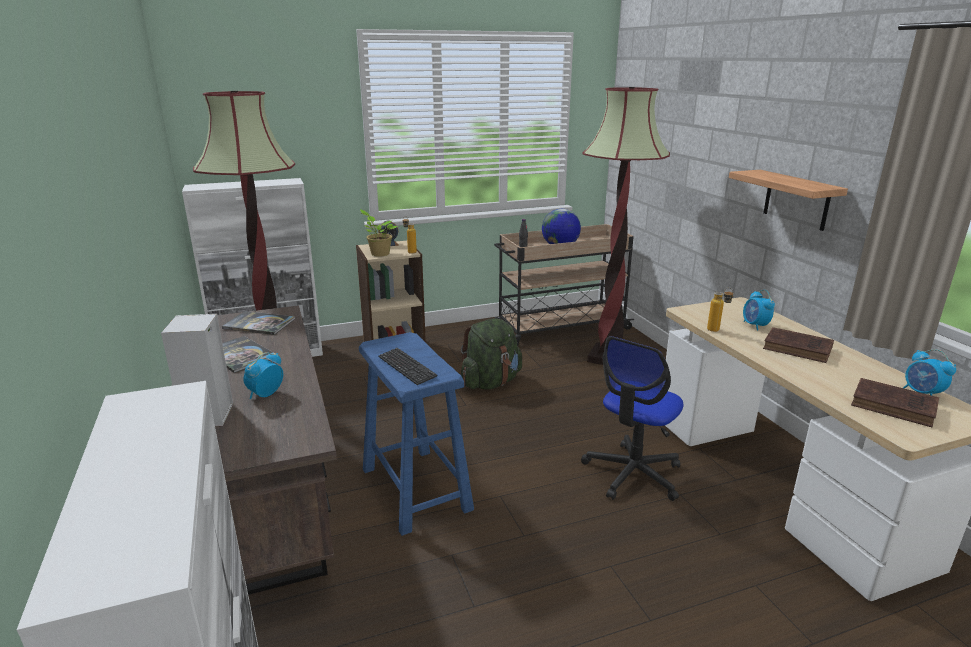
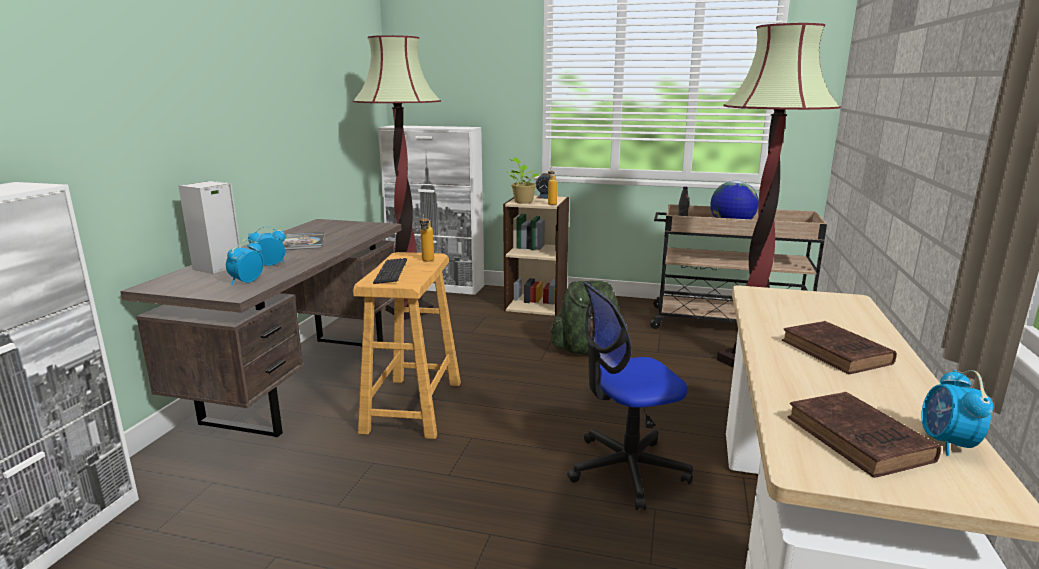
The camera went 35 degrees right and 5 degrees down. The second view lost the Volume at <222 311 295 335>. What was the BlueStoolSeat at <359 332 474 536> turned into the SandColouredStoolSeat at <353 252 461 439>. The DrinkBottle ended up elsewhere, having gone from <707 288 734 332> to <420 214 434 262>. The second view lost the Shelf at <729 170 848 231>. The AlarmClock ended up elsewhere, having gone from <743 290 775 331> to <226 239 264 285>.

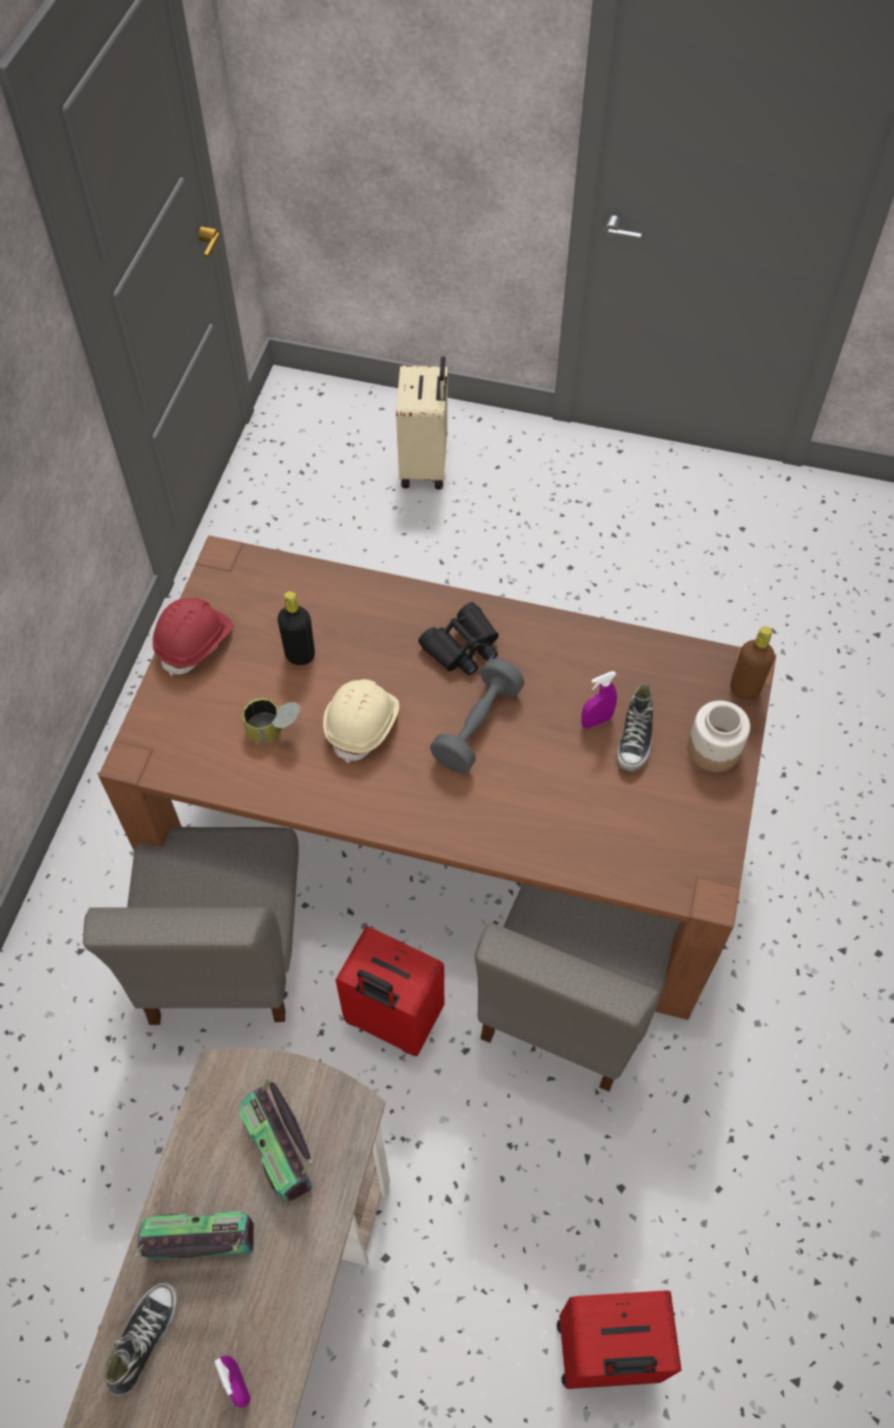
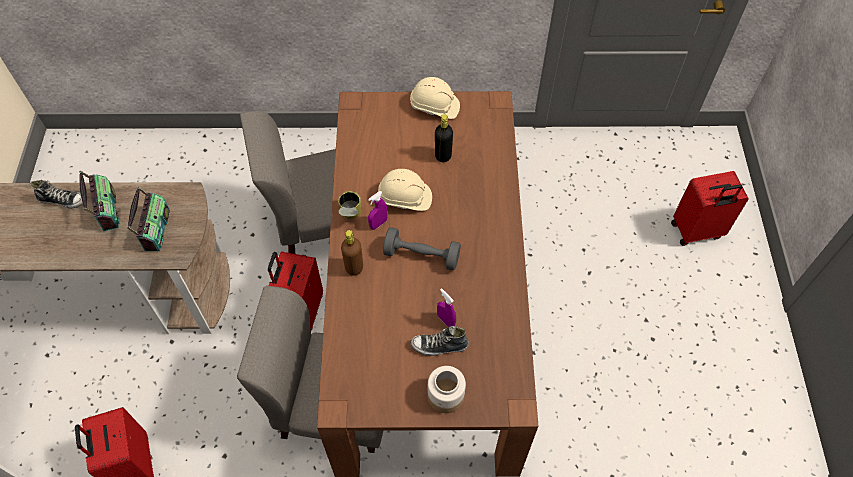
The camera went 75 degrees right and 0 degrees up. What was the RedHardHat at <152 598 233 676> turned into the SandColouredHardHat at <410 77 460 119>. The PurpleSprayer ended up elsewhere, having gone from <215 1355 251 1408> to <368 191 388 230>. The RadioReceiver at <239 1077 313 1203> ended up facing another way, 135 degrees clockwise from before. The SealedCan ended up elsewhere, having gone from <242 698 300 743> to <338 191 362 219>. What was the SandColouredSuitcase at <396 356 448 489> turned into the RedSuitcase at <671 171 749 246>. The second view lost the BlackishFieldGlasses at <418 602 499 675>. The BrownColouredDrinkBottle ended up elsewhere, having gone from <730 626 775 700> to <341 230 363 276>.

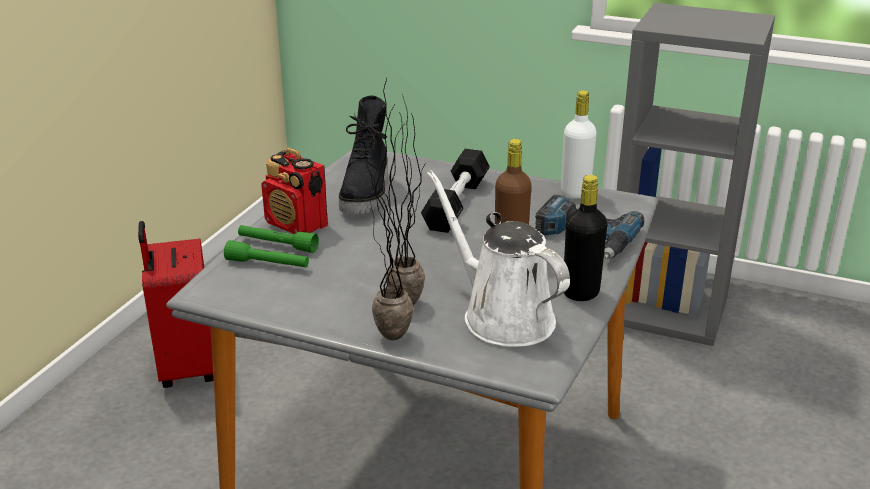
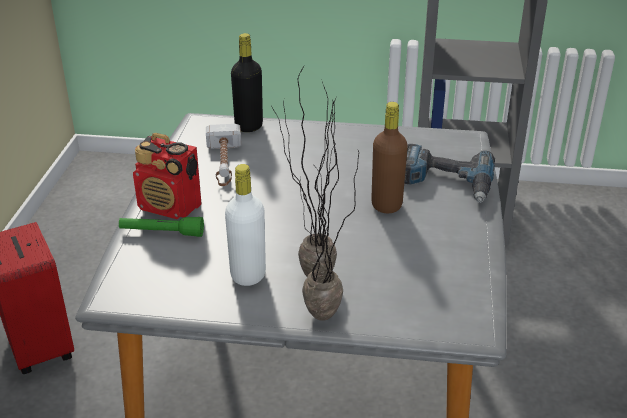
The camera went 15 degrees left and 5 degrees up. The second view lost the GreenTorch at <224 240 309 267>. Where the BlackishBoot stood at <339 95 388 214>, the Hammer came to stand at <206 124 241 186>. The second view lost the BlackishDumbbell at <421 149 490 233>. The second view lost the WhiteColouredWateringPot at <427 170 570 347>. The WhiteColouredDrinkBottle ended up elsewhere, having gone from <561 90 597 199> to <225 164 266 286>. The BlackishDrinkBottle ended up elsewhere, having gone from <564 175 607 301> to <231 33 263 132>.

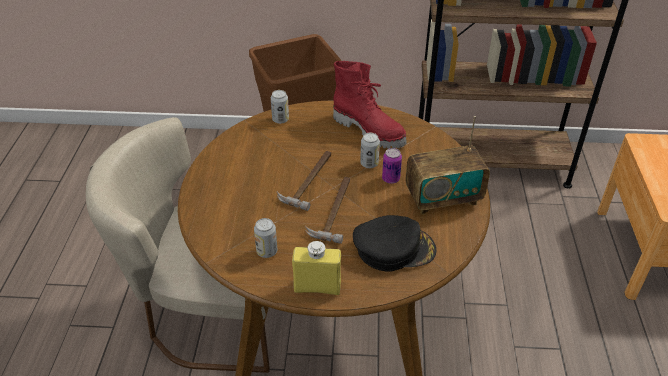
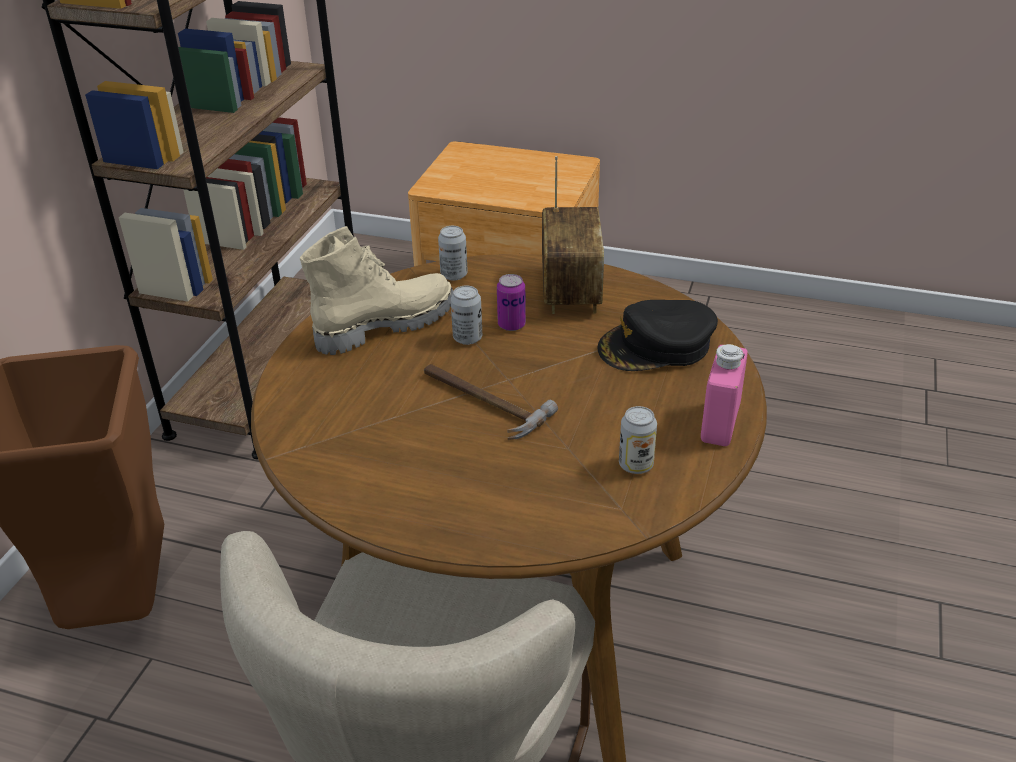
The camera went 75 degrees left and 5 degrees down. The SealedCan ended up elsewhere, having gone from <271 90 289 124> to <438 226 468 281>. What was the YellowColouredDrinkBottle at <292 241 341 295> turned into the PinkDrinkBottle at <701 344 748 446>. The second view lost the Hammer at <305 177 350 244>. What was the RedBoot at <333 61 407 149> turned into the SandColouredBoot at <300 226 453 355>. The BlackishPeakedCap at <353 215 436 272> ended up facing another way, 120 degrees counterclockwise from before.

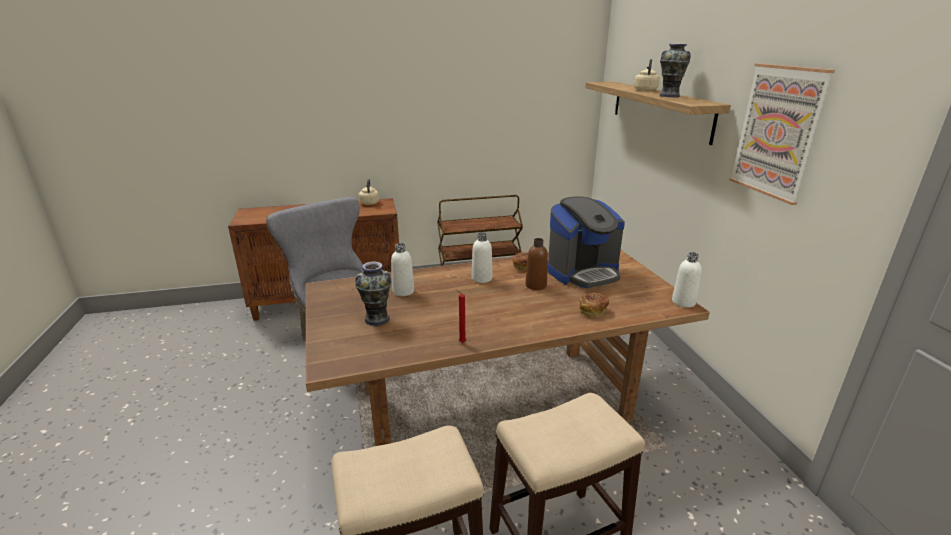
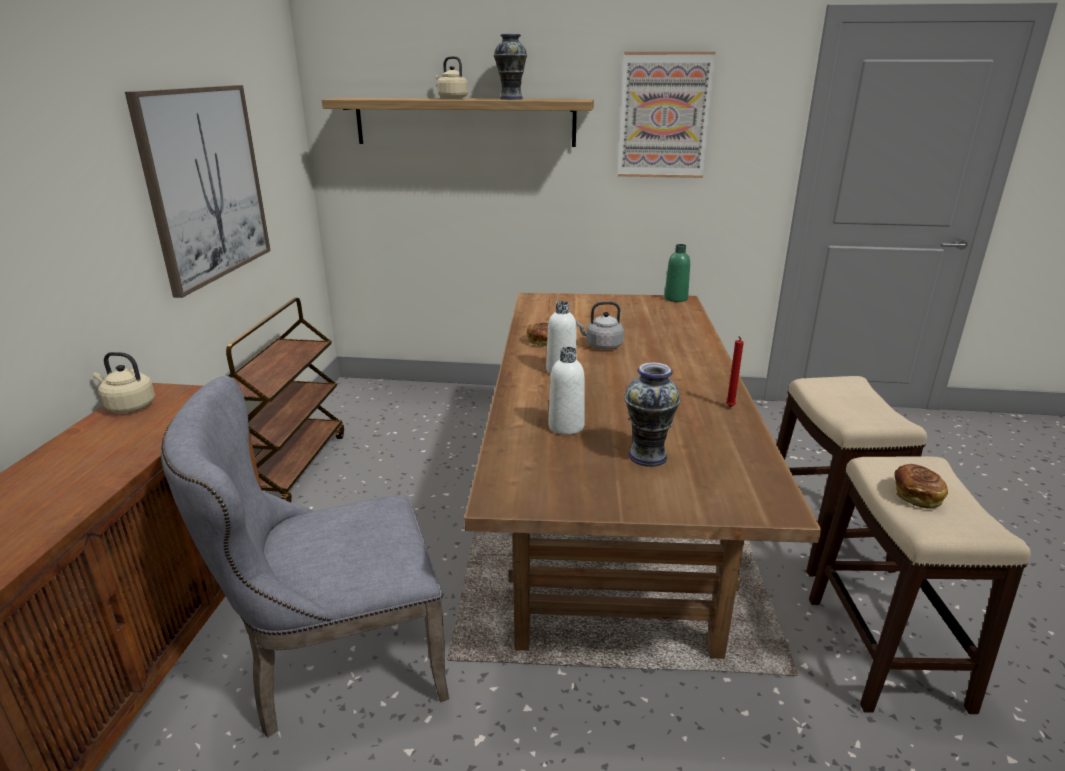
The camera went 70 degrees left and 0 degrees up. Where the BrownColouredDrinkBottle stood at <525 238 548 290>, the GreyishWaterKettle came to stand at <576 301 624 350>. The second view lost the CoffeeBrewer at <547 197 625 288>. The Bread ended up elsewhere, having gone from <580 293 609 317> to <894 464 948 509>. What was the WhiteColouredDrinkBottle at <672 252 702 308> turned into the GreenDrinkBottle at <664 244 690 302>. The second view gained the WallPicture at <125 85 271 298>.

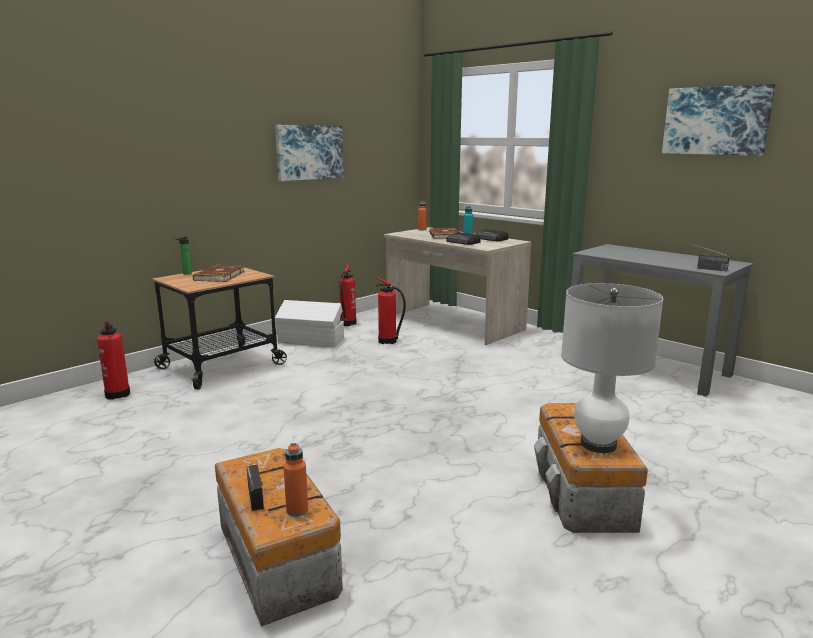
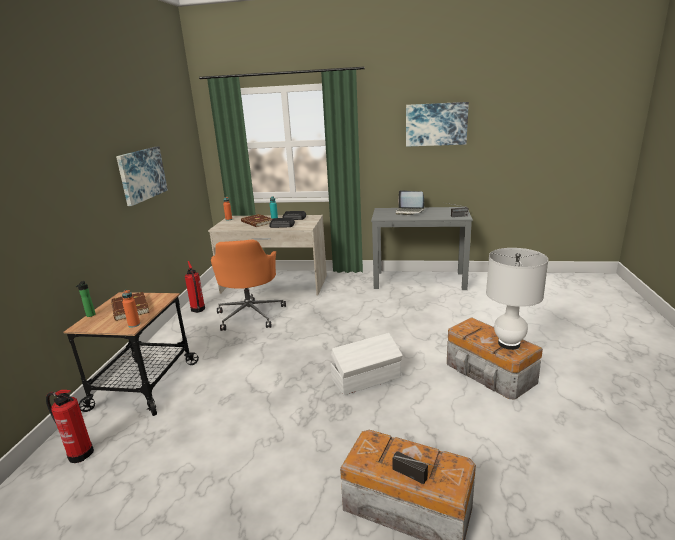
The camera went 35 degrees left and 5 degrees up. The WhiteColouredStorageBin ended up elsewhere, having gone from <275 300 344 347> to <331 333 403 395>. The OrangeColouredDrinkBottle ended up elsewhere, having gone from <283 443 308 517> to <122 290 140 328>. Where the FireFightingCylinder stood at <376 277 406 344>, the OrangeColouredOfficeChair came to stand at <211 239 286 331>. The second view gained the PortableComputer at <395 190 424 215>.

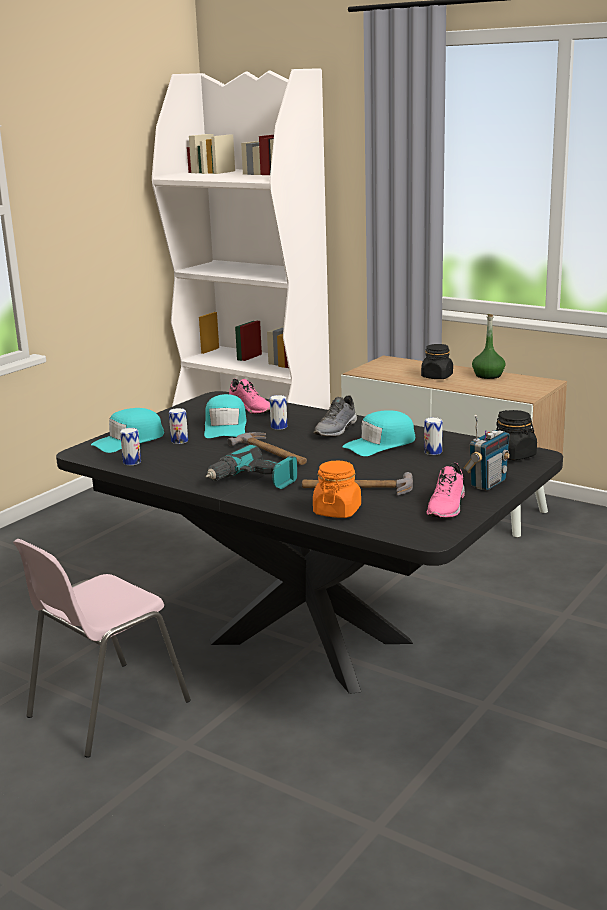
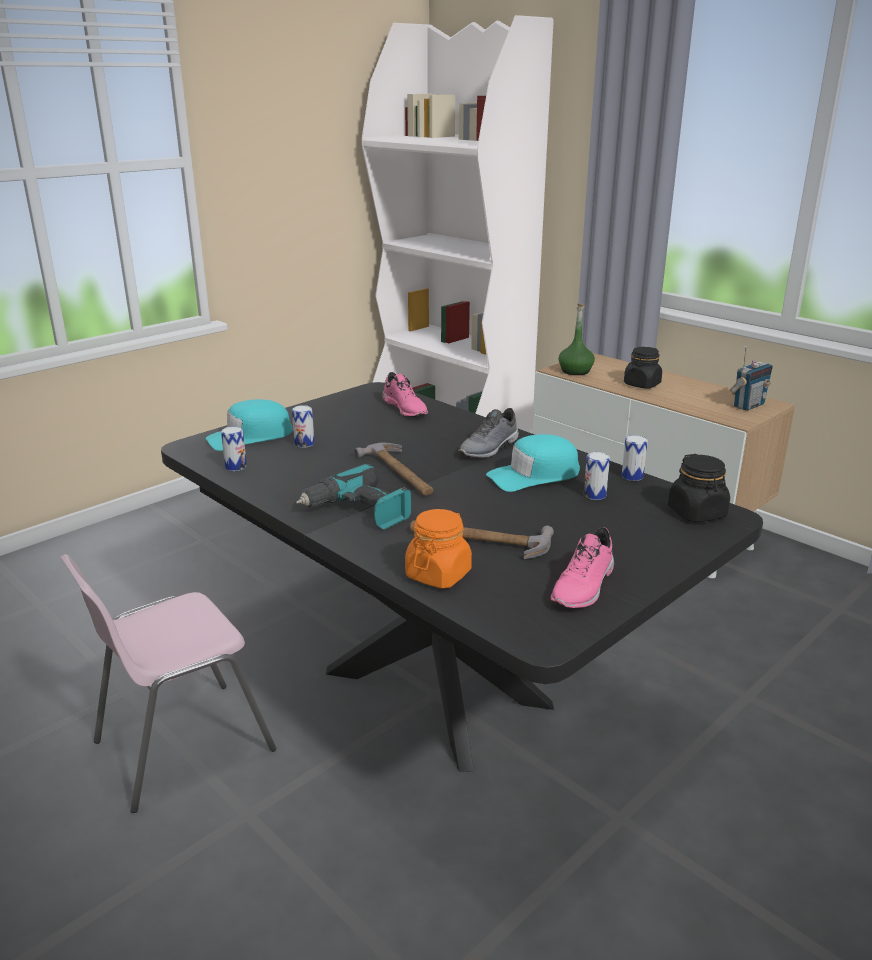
The camera went 10 degrees right and 5 degrees up. The second view lost the TurquoiseColouredPeakedCap at <204 394 247 438>. The SealedCan ended up elsewhere, having gone from <270 395 287 430> to <622 435 648 481>. The RadioReceiver ended up elsewhere, having gone from <464 415 510 490> to <729 346 773 411>. The GreenDrinkBottle ended up elsewhere, having gone from <472 314 505 379> to <558 303 595 375>.

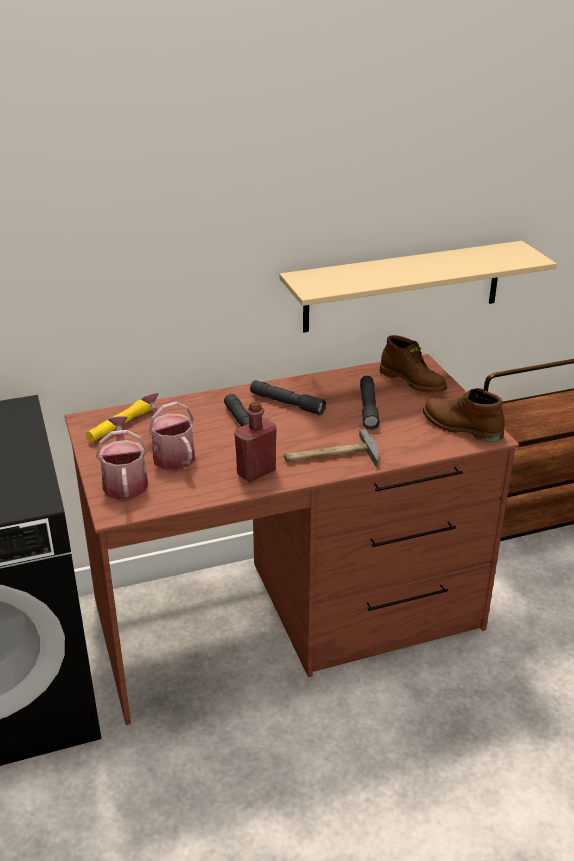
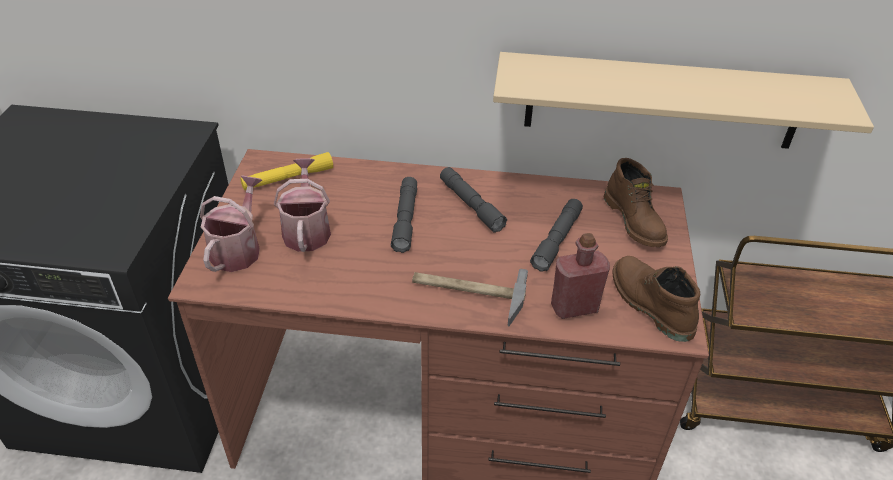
The camera went 25 degrees right and 10 degrees up. The RedDrinkBottle ended up elsewhere, having gone from <234 401 277 482> to <551 233 610 319>.

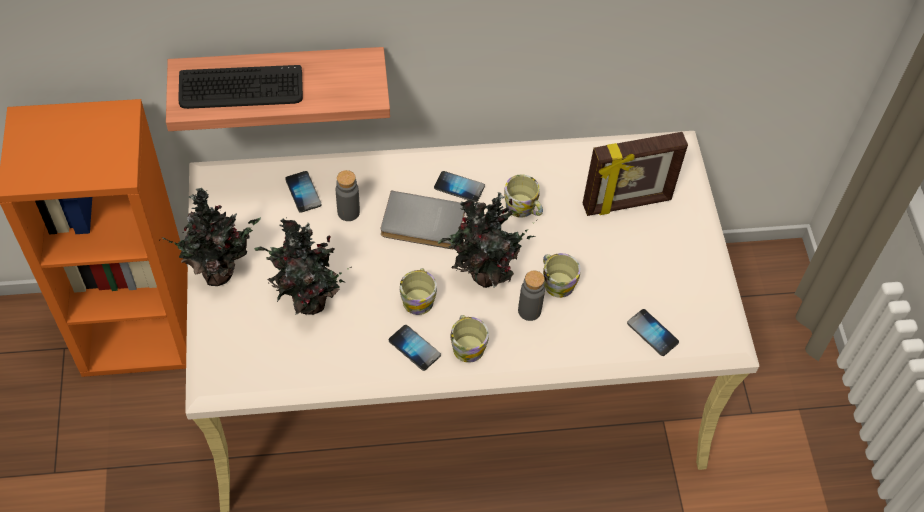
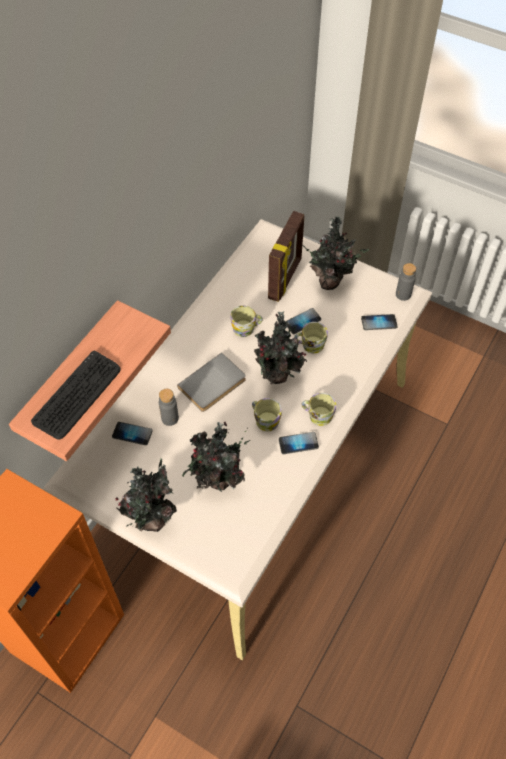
The camera went 50 degrees left and 0 degrees up. The Phone ended up elsewhere, having gone from <434 171 485 202> to <285 308 321 334>. The GreyishDrinkBottle ended up elsewhere, having gone from <518 271 545 321> to <396 263 416 301>. The second view gained the PlantInAPot at <302 216 369 290>.

